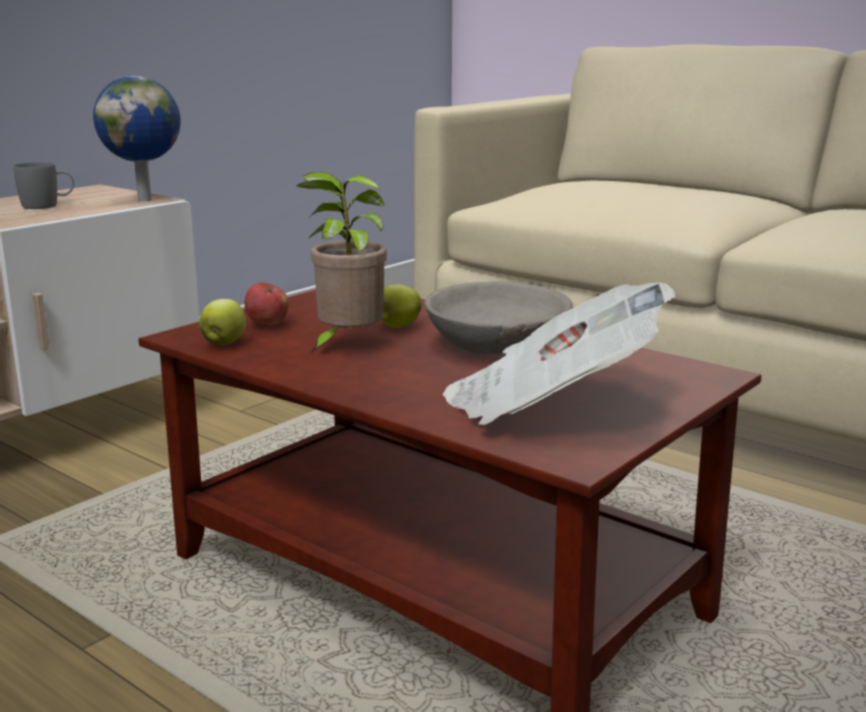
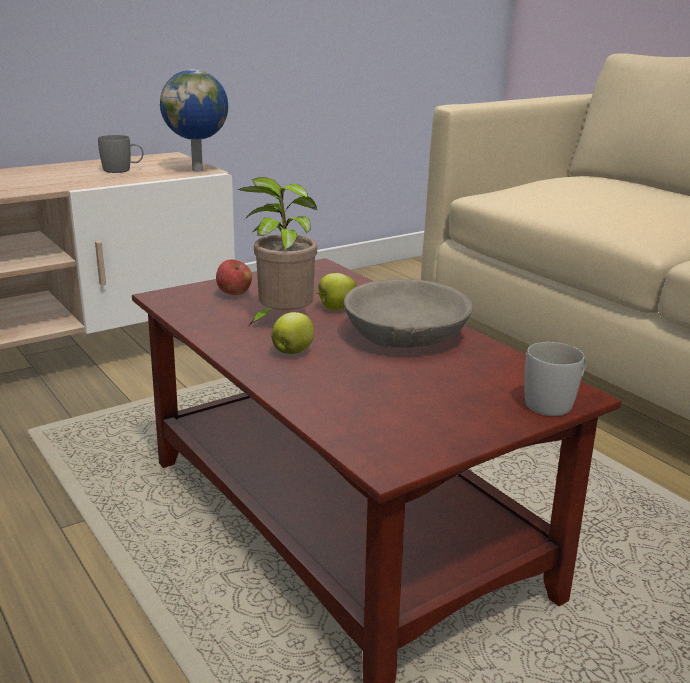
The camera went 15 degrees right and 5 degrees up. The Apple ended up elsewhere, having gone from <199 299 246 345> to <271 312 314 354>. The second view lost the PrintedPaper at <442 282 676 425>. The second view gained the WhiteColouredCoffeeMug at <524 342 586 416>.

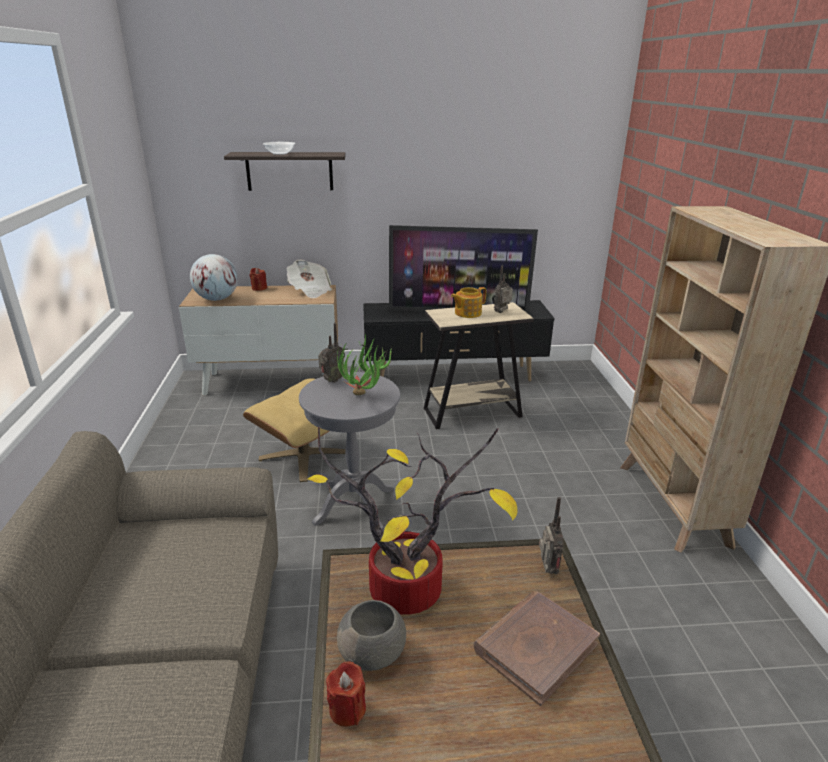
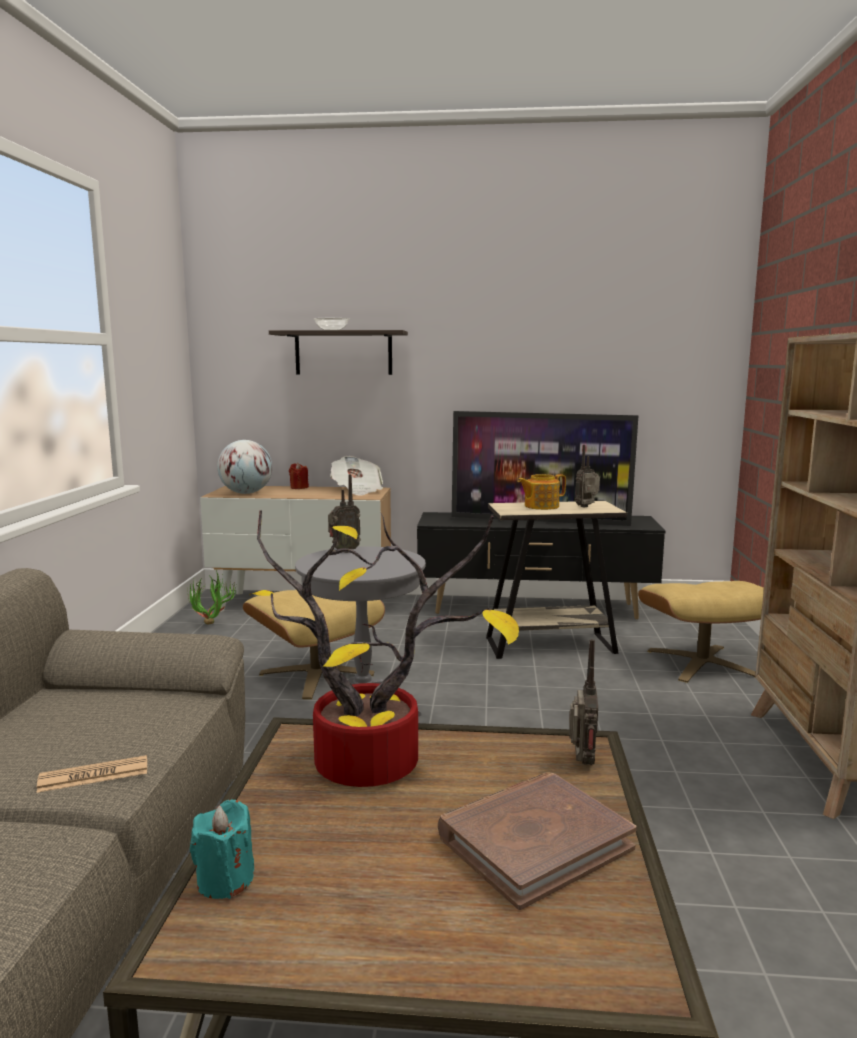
The camera went 10 degrees right and 15 degrees down. What was the RedWaxLight at <326 661 366 727> turned into the TurquoiseColouredWaxLight at <190 800 254 899>. The PlantInAPot ended up elsewhere, having gone from <337 334 392 395> to <187 570 237 624>. The second view lost the GreyishServingBowl at <337 600 406 671>. The second view gained the PrintedPaper at <37 755 147 793>. The second view gained the SandColouredFootrest at <638 581 764 683>.

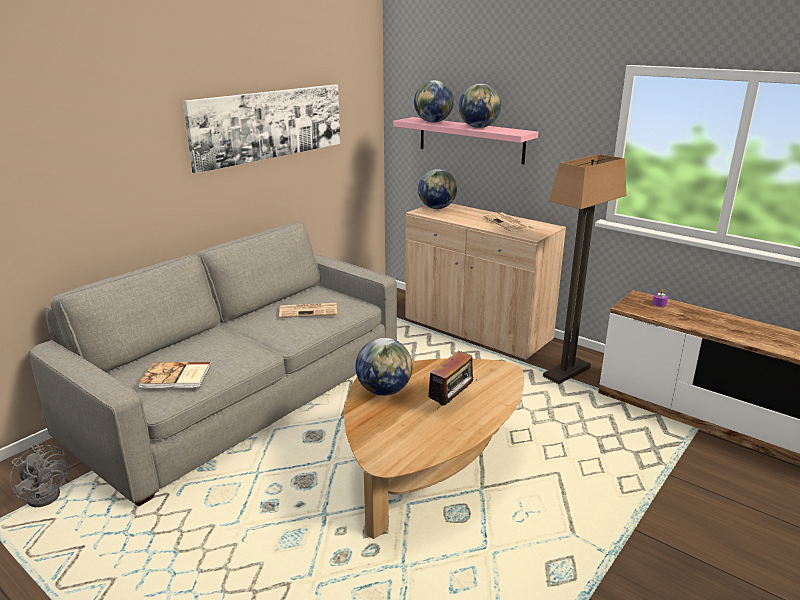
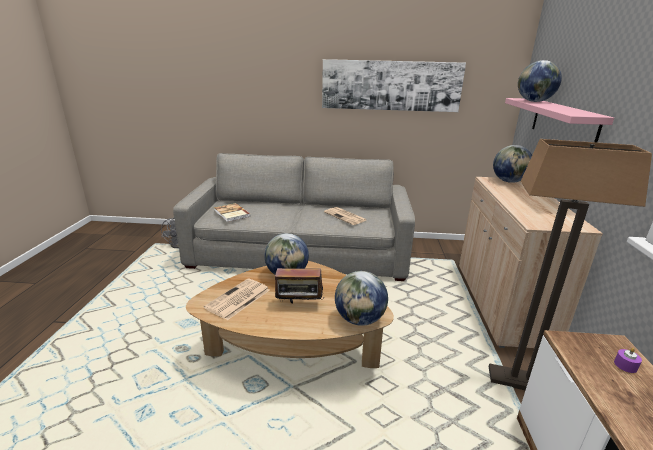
The camera went 55 degrees right and 0 degrees up. The DeskGlobe ended up elsewhere, having gone from <459 84 501 128> to <335 271 388 326>. The PrintedPaper ended up elsewhere, having gone from <483 213 533 232> to <204 279 270 320>.

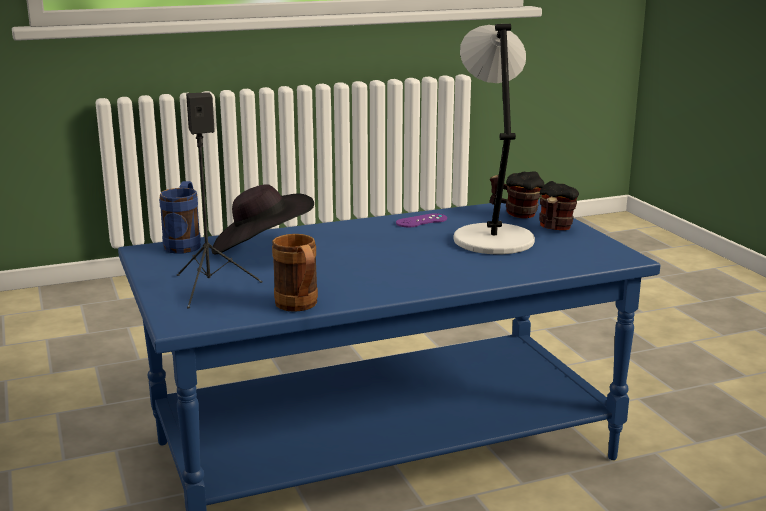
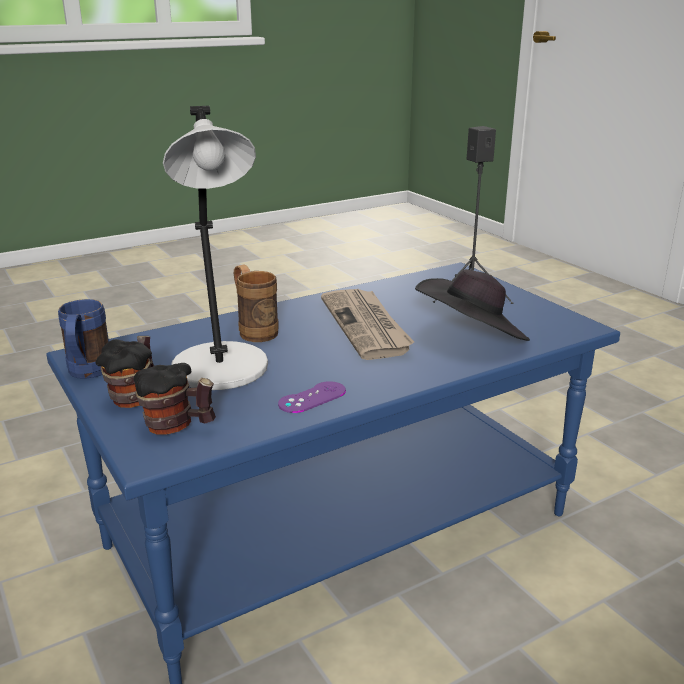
The camera went 170 degrees right and 5 degrees up. The BlueCoffeeMug ended up elsewhere, having gone from <159 181 201 254> to <58 299 109 379>. The BrownColouredCoffeeMug ended up elsewhere, having gone from <272 234 318 312> to <234 264 279 342>. The second view gained the PrintedPaper at <321 289 414 360>.

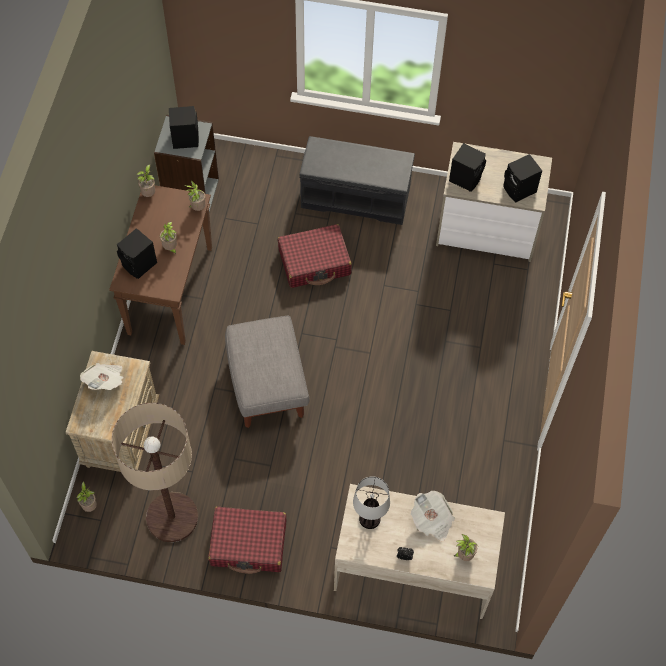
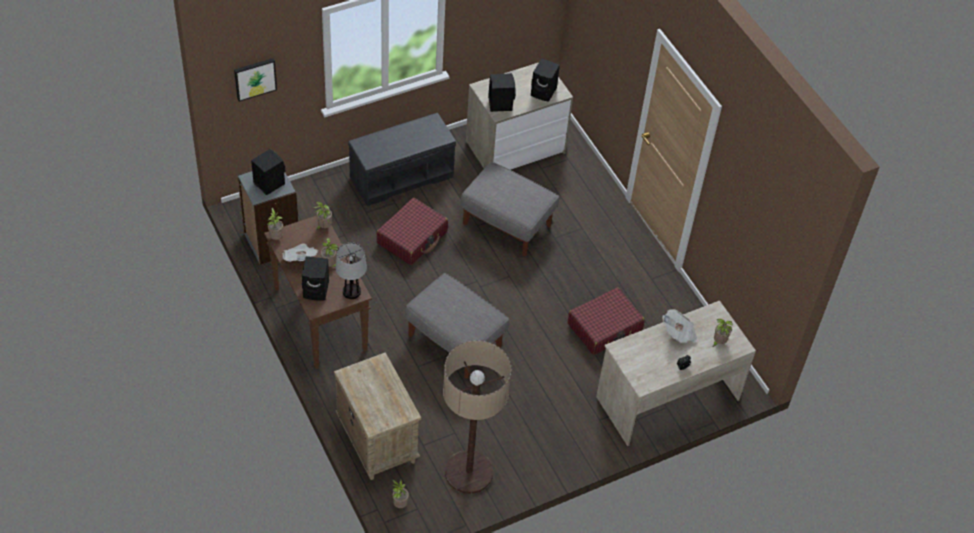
The camera went 40 degrees left and 10 degrees down. The PrintedPaper ended up elsewhere, having gone from <80 363 124 390> to <283 244 319 262>. The RedSuitcase ended up elsewhere, having gone from <208 506 286 574> to <568 287 645 355>. The TabletopLamp ended up elsewhere, having gone from <353 476 390 529> to <335 242 367 299>. The second view gained the WallPicture at <234 58 277 102>. The second view gained the GreyishFootrest at <460 162 559 257>.

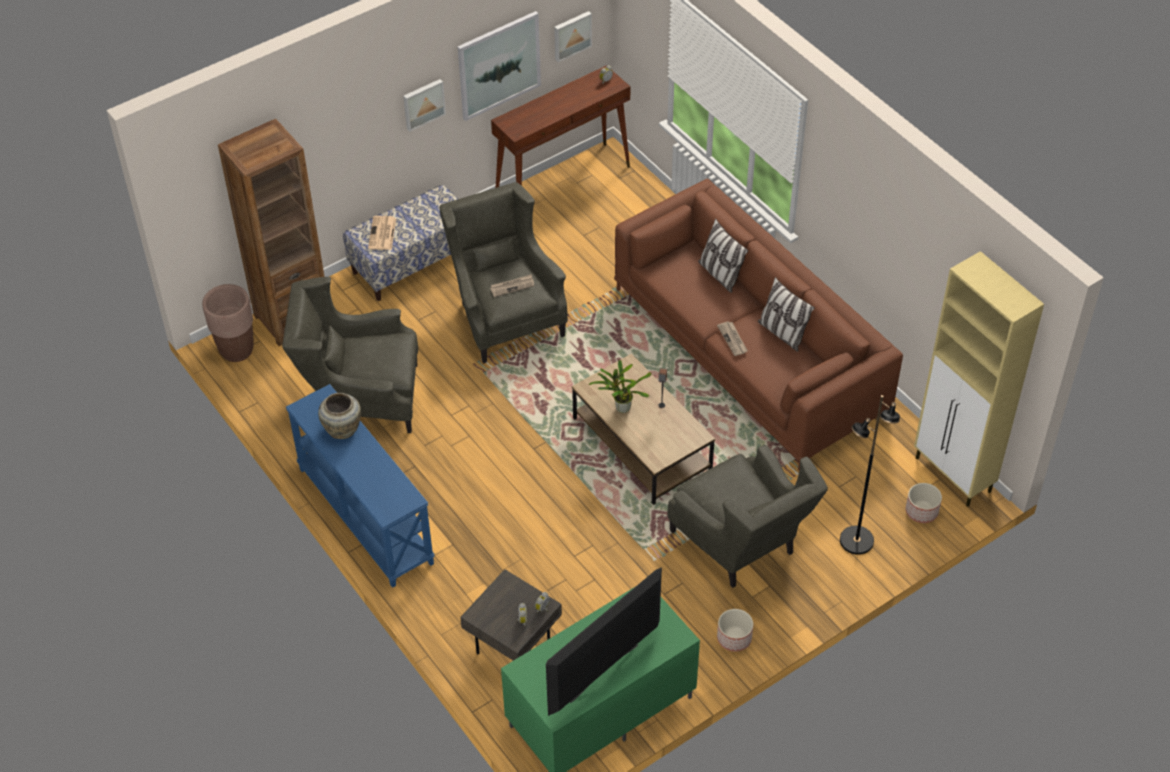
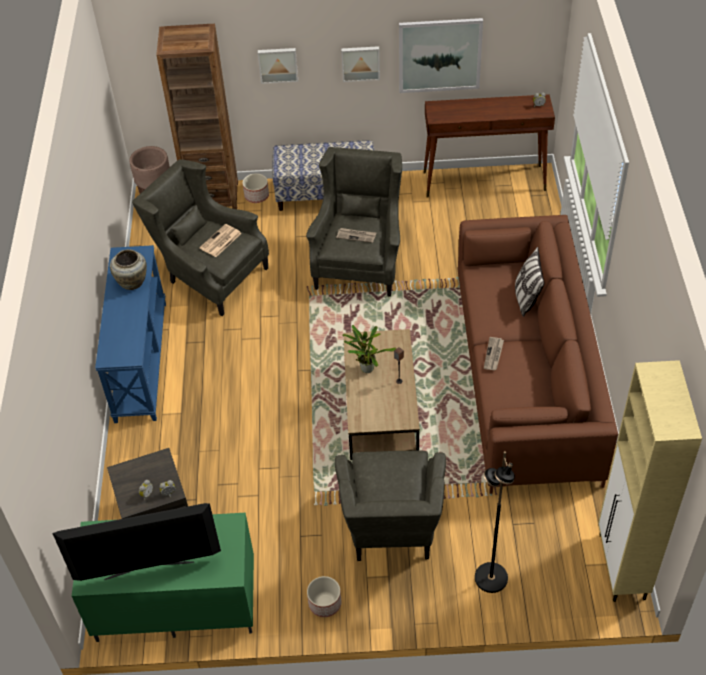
The camera went 35 degrees right and 0 degrees up. The PrintedPaper ended up elsewhere, having gone from <368 216 396 250> to <199 224 242 257>. The WallPicture ended up elsewhere, having gone from <554 11 592 62> to <258 48 298 84>. The second view lost the Cushion at <758 277 815 352>. The PlantPot ended up elsewhere, having gone from <906 483 942 523> to <243 173 269 203>.

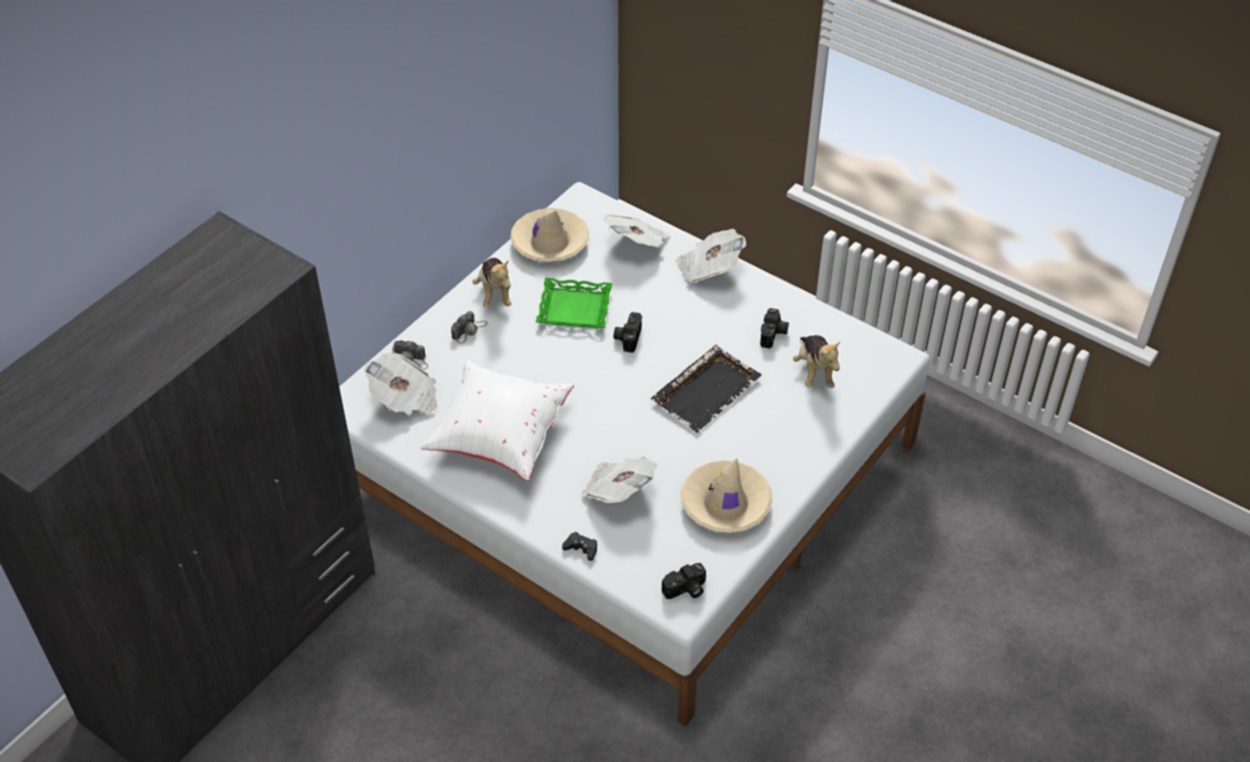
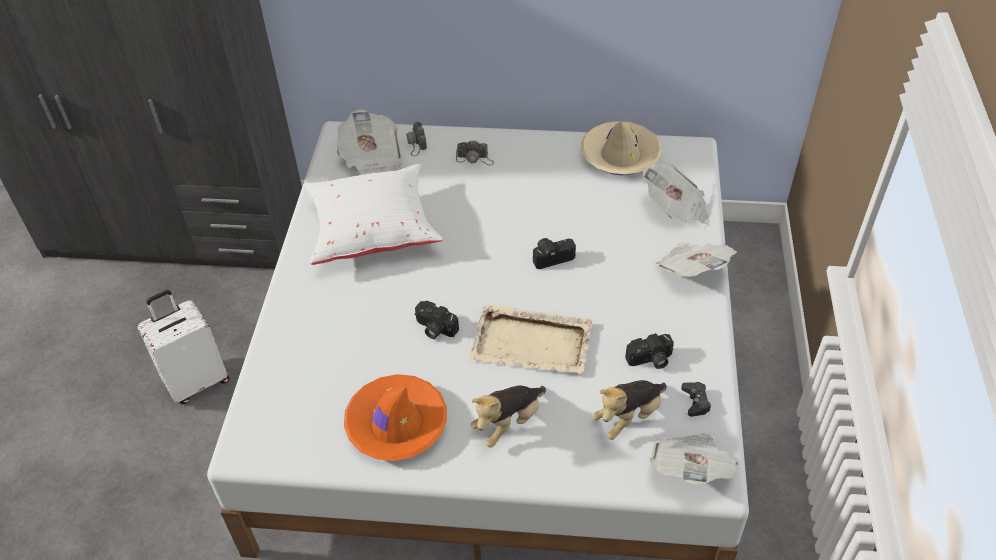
The camera went 60 degrees right and 0 degrees up. The PlushToy ended up elsewhere, having gone from <472 258 511 308> to <471 385 546 447>. The second view lost the GreenCarryingTray at <536 278 612 328>. The BlackishGameController ended up elsewhere, having gone from <562 532 597 561> to <681 382 711 417>. The PrintedPaper ended up elsewhere, having gone from <582 457 658 503> to <649 433 738 484>. What was the BlackishCarryingTray at <651 345 762 433> turned into the SandColouredCarryingTray at <469 305 592 374>. The PhotoCamera ended up elsewhere, having gone from <662 563 706 599> to <414 301 459 339>. What was the SandColouredHat at <681 458 772 533> turned into the OrangeColouredHat at <344 374 447 461>. The second view gained the WhiteColouredSuitcase at <137 290 230 404>.

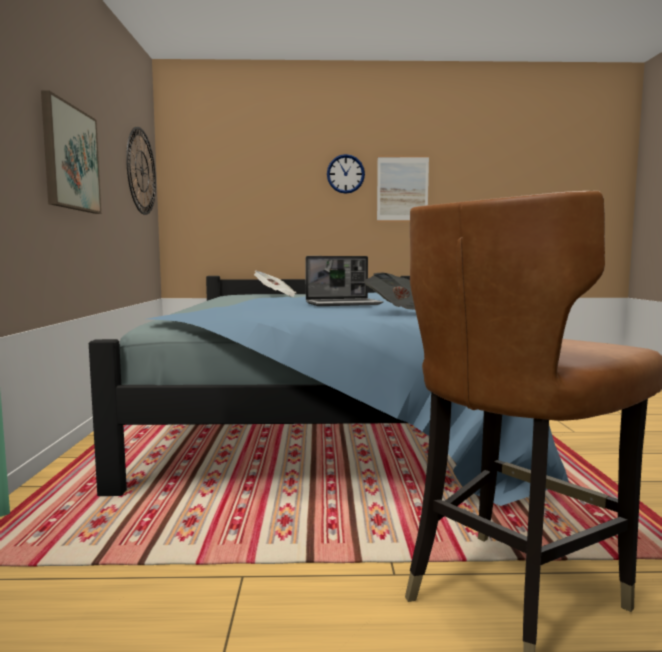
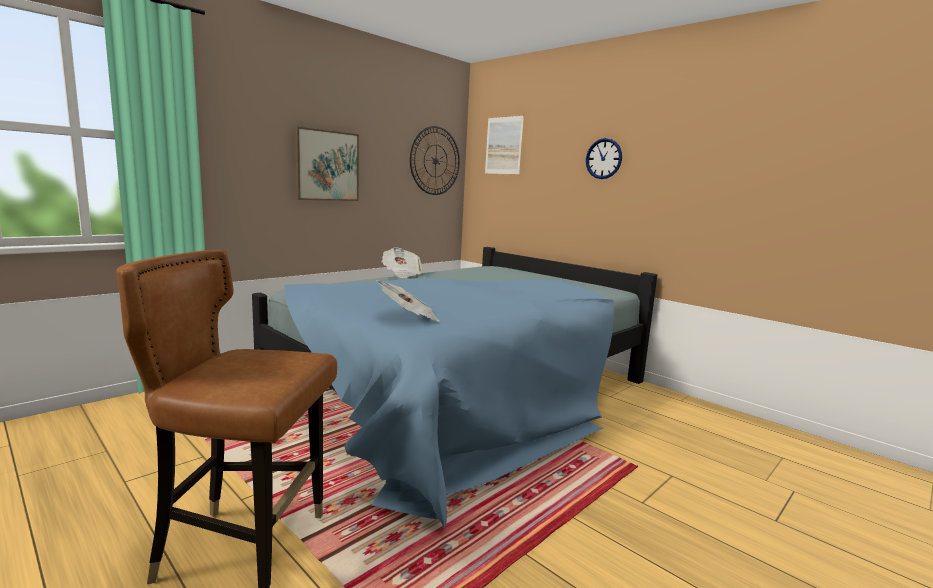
The camera went 45 degrees right and 5 degrees up. The PrintedPaper ended up elsewhere, having gone from <254 270 297 297> to <382 247 421 278>. The second view lost the PortableComputer at <305 256 383 306>. The WallPicture ended up elsewhere, having gone from <377 156 429 222> to <485 114 524 176>.

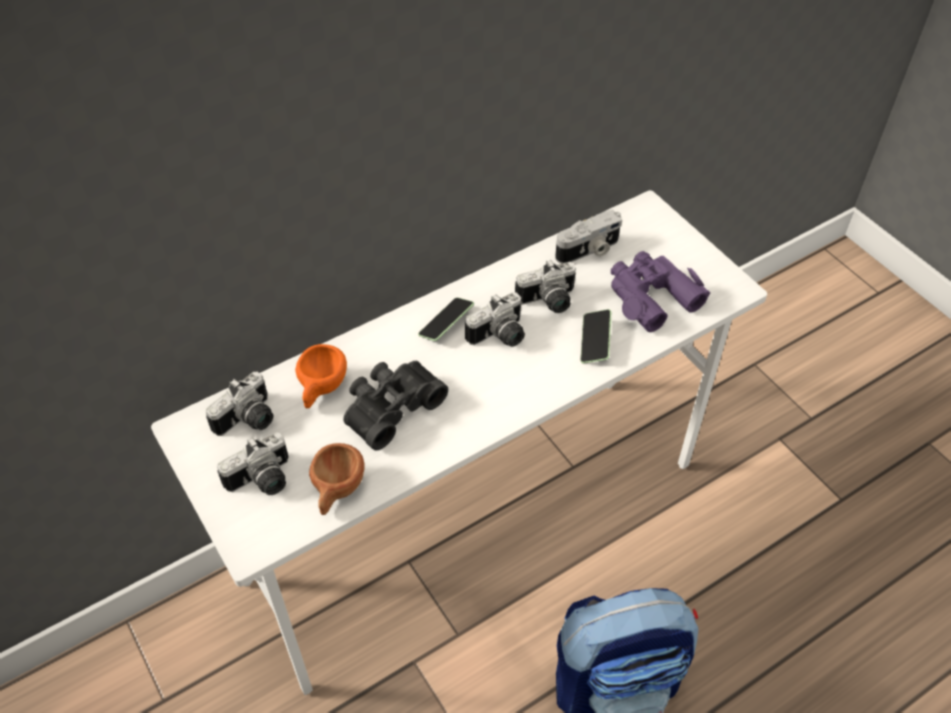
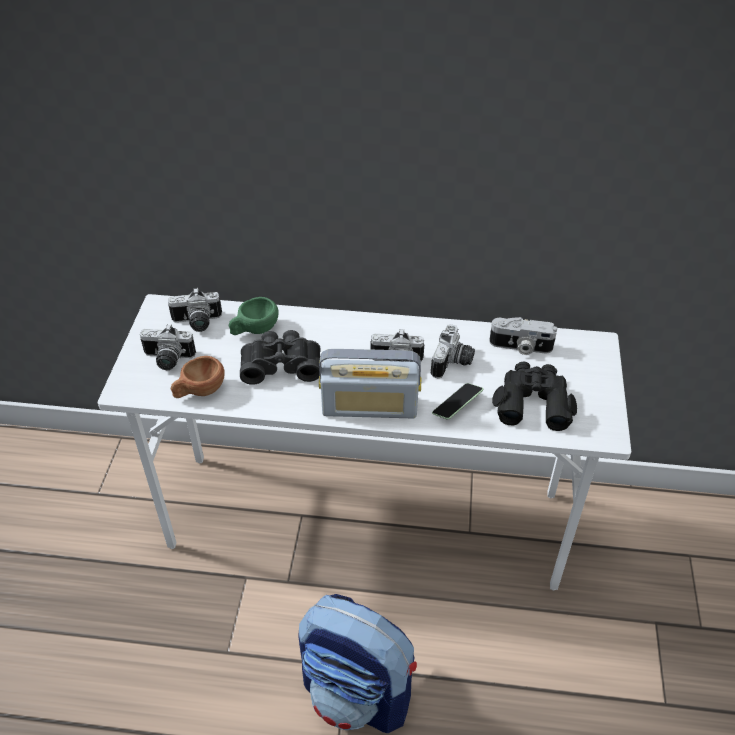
The camera went 40 degrees right and 5 degrees down. What was the OrangeColouredSmallCup at <295 344 347 408> turned into the GreenSmallCup at <229 297 279 335>. The second view lost the Phone at <418 298 474 341>. The PhotoCamera at <515 260 576 313> ended up facing another way, 90 degrees counterclockwise from before. What was the PurpleFieldGlasses at <611 251 710 332> turned into the BlackishFieldGlasses at <492 362 577 431>. The second view gained the RadioReceiver at <319 349 421 418>.

